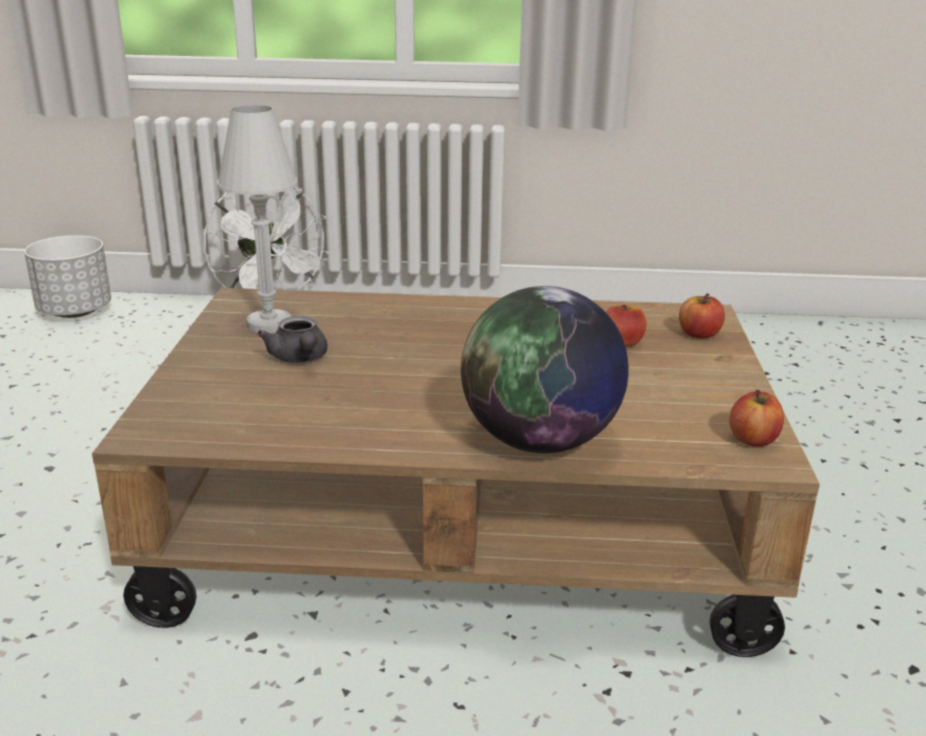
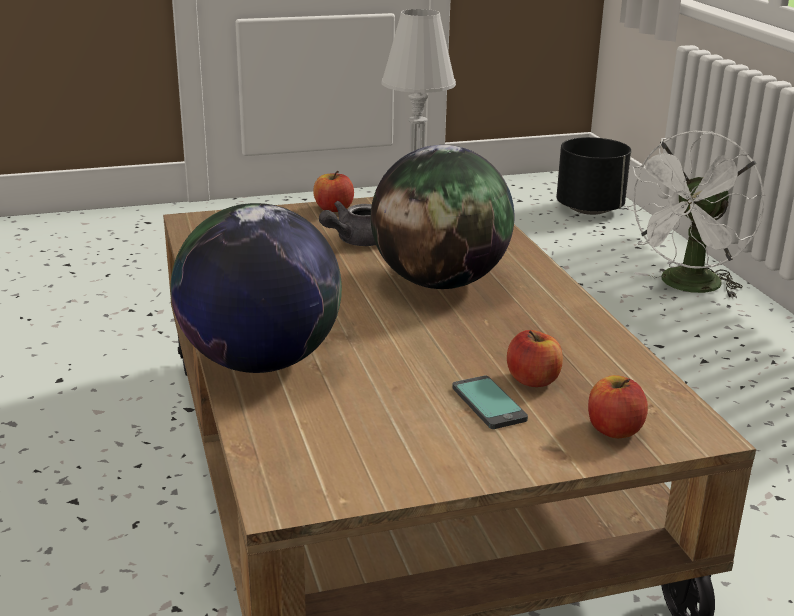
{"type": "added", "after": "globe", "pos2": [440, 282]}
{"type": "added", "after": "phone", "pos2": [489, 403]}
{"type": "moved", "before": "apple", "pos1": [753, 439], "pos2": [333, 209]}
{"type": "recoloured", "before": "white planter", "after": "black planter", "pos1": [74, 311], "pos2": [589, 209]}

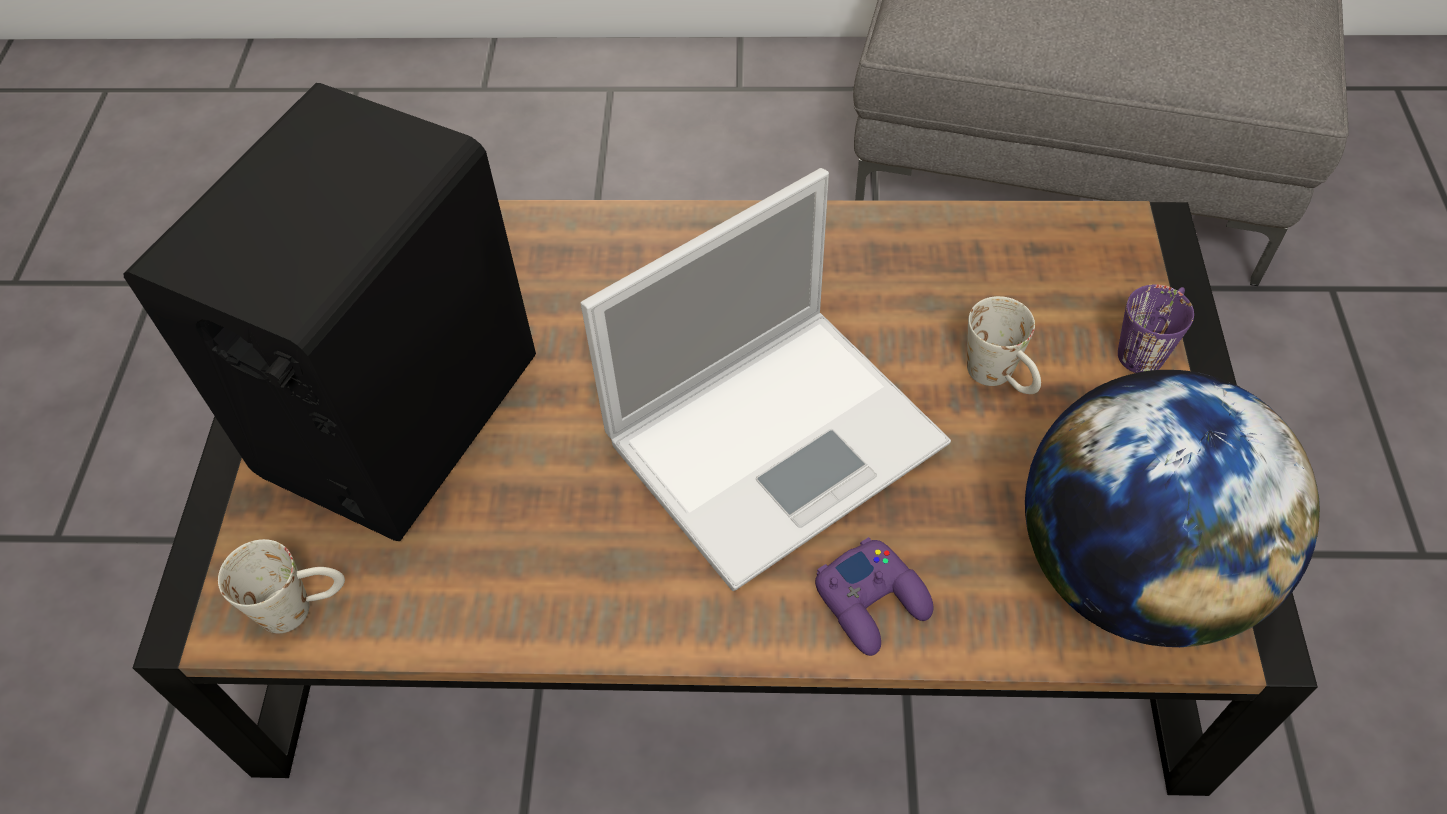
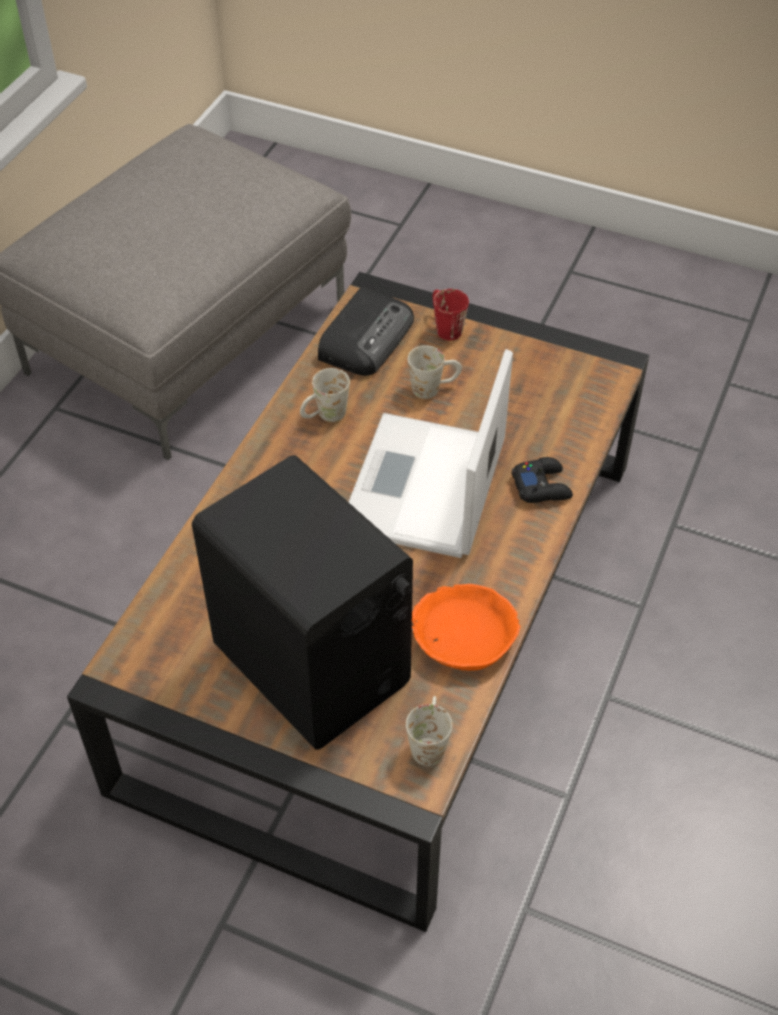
{"type": "removed", "before": "globe", "pos1": [1131, 570]}
{"type": "added", "after": "white mug", "pos2": [324, 416]}
{"type": "added", "after": "radio", "pos2": [366, 337]}
{"type": "added", "after": "orange bowl", "pos2": [463, 634]}
{"type": "recoloured", "before": "purple game controller", "after": "black game controller", "pos1": [873, 601], "pos2": [542, 486]}
{"type": "recoloured", "before": "purple mug", "after": "red mug", "pos1": [1147, 346], "pos2": [444, 326]}
{"type": "turned", "before": "laptop", "pos1": [780, 437], "pos2": [424, 489], "turn": -150}

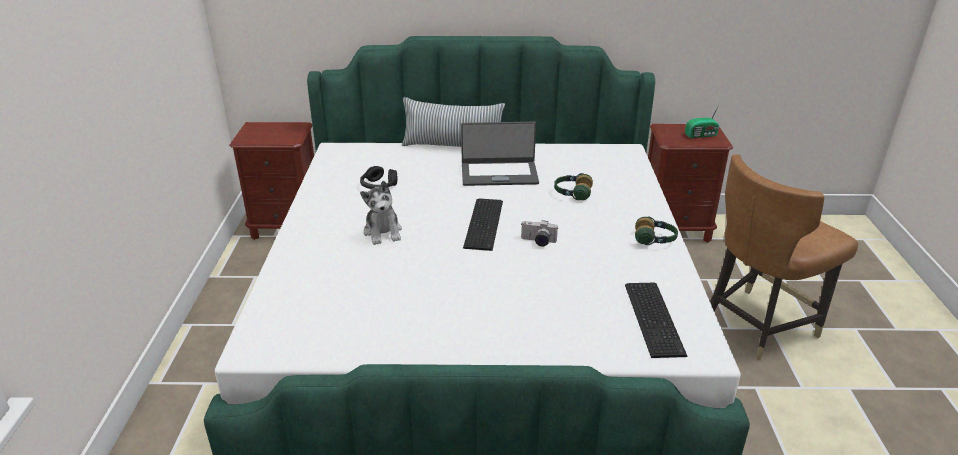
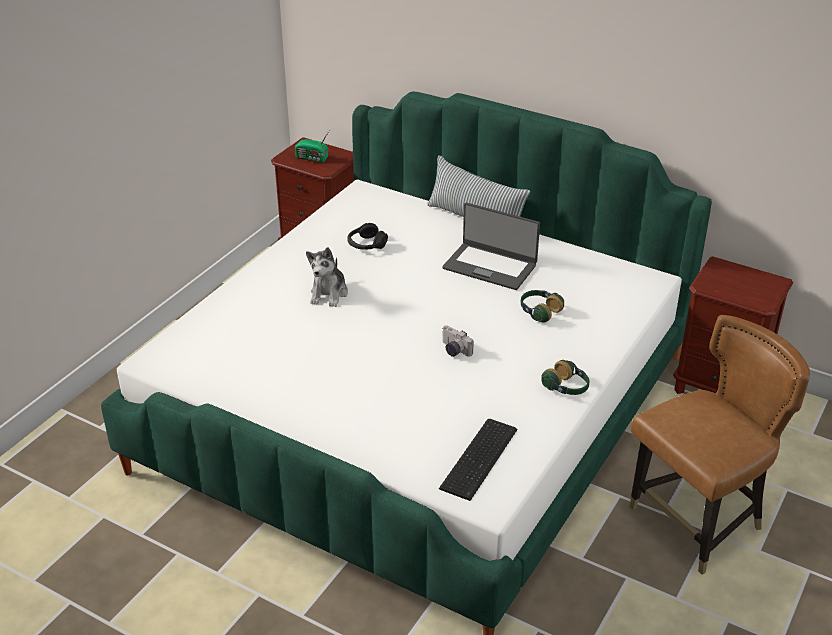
{"type": "removed", "before": "keyboard", "pos1": [485, 223]}
{"type": "moved", "before": "radio", "pos1": [702, 135], "pos2": [312, 158]}
{"type": "turned", "before": "brown chair", "pos1": [757, 325], "pos2": [697, 522], "turn": 150}

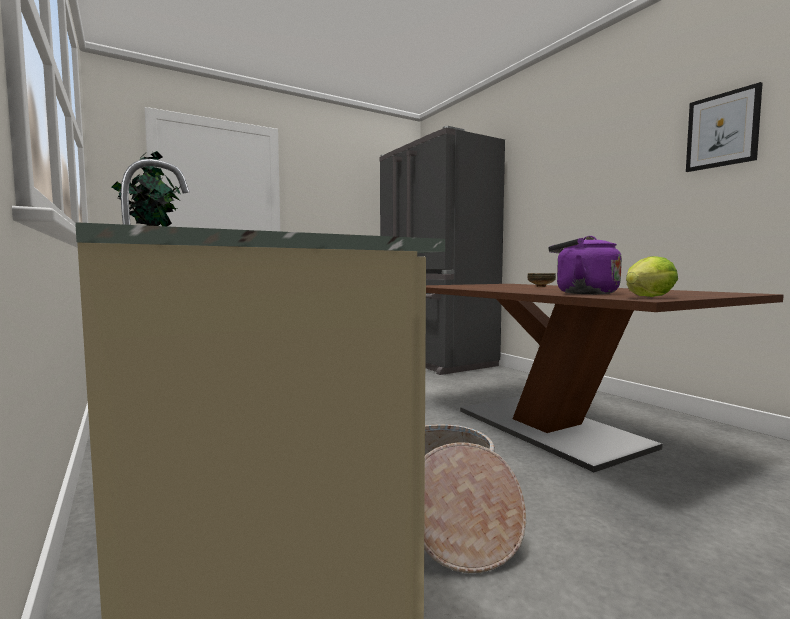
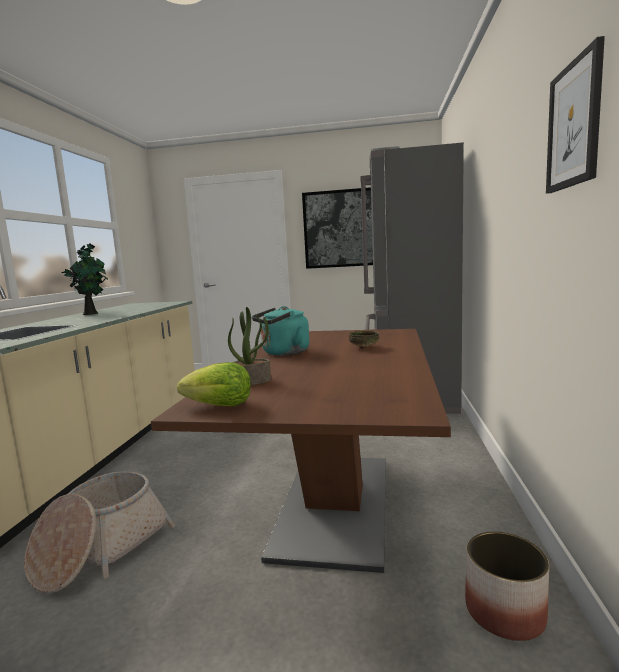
{"type": "added", "after": "turquoise kettle", "pos2": [283, 353]}
{"type": "added", "after": "picture", "pos2": [340, 229]}
{"type": "added", "after": "planter", "pos2": [503, 611]}
{"type": "replaced", "before": "purple kettle", "after": "potted plant", "pos1": [582, 293], "pos2": [251, 381]}

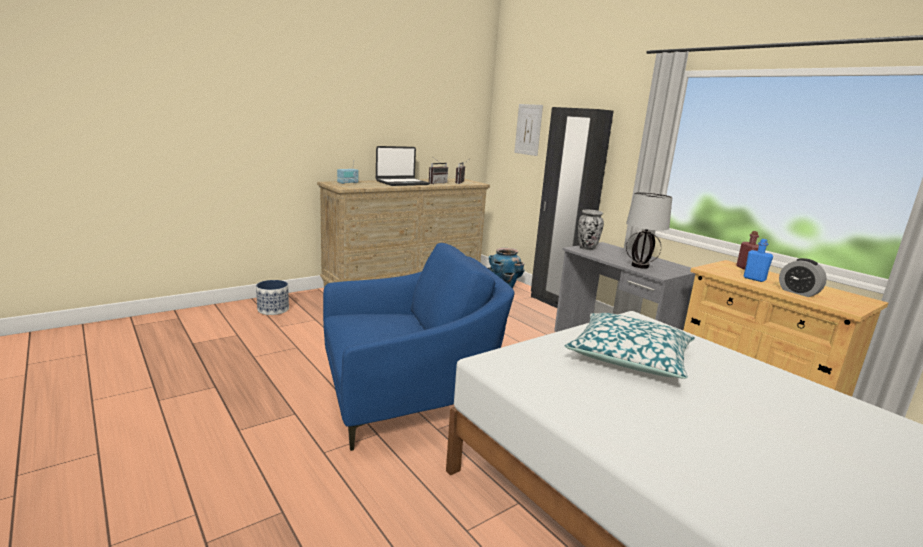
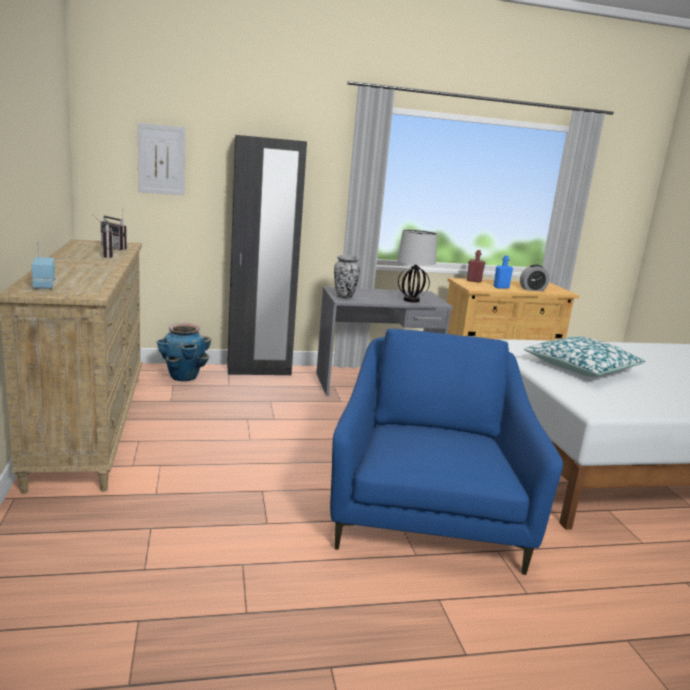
{"type": "removed", "before": "planter", "pos1": [273, 309]}
{"type": "removed", "before": "laptop", "pos1": [402, 183]}

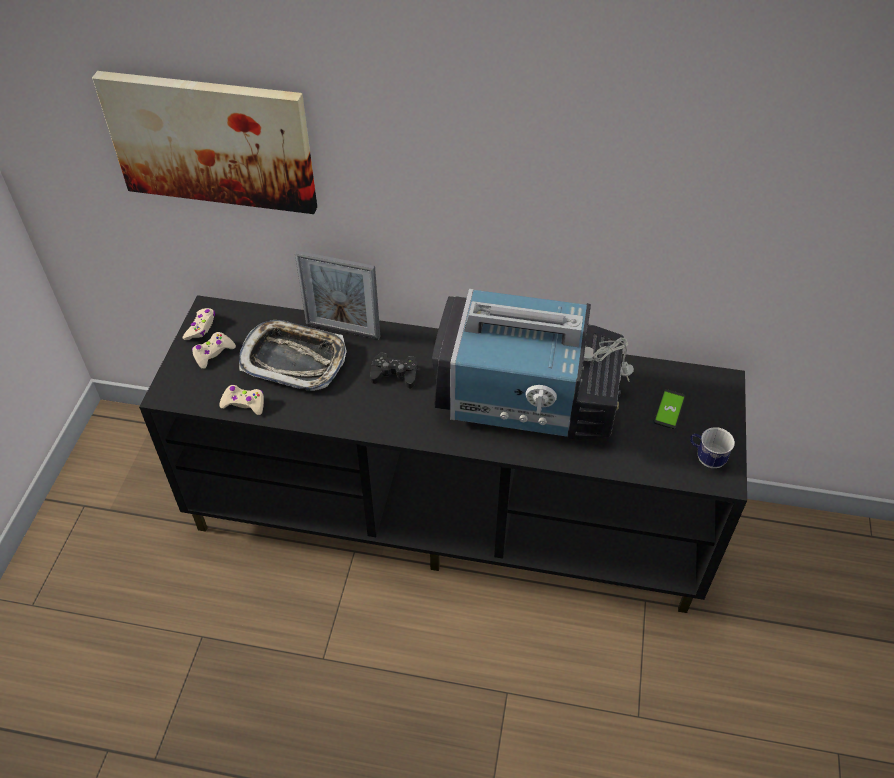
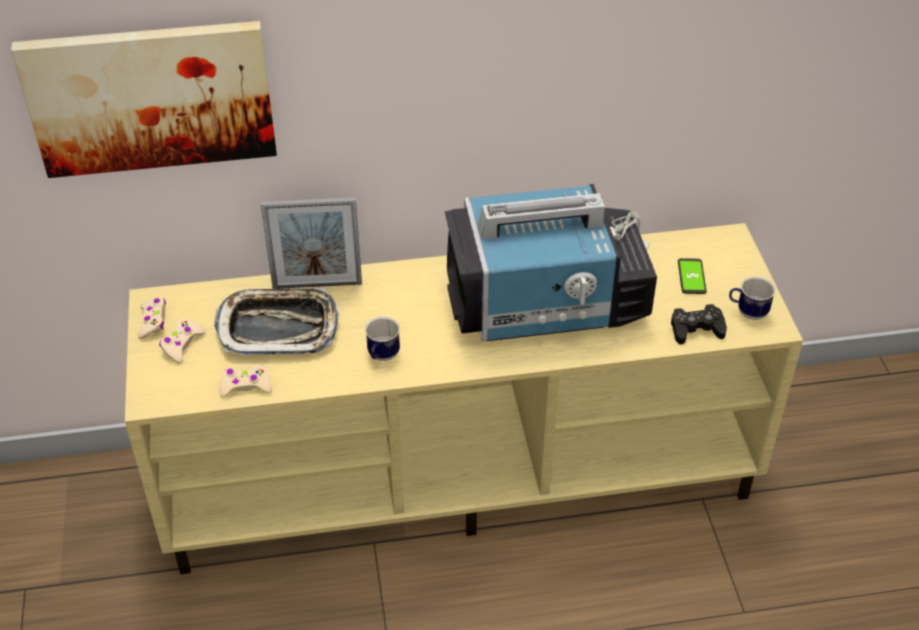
{"type": "added", "after": "mug", "pos2": [381, 357]}
{"type": "moved", "before": "black game controller", "pos1": [394, 374], "pos2": [696, 329]}
{"type": "recoloured", "before": "black tv stand", "after": "beige tv stand", "pos1": [448, 515], "pos2": [461, 475]}

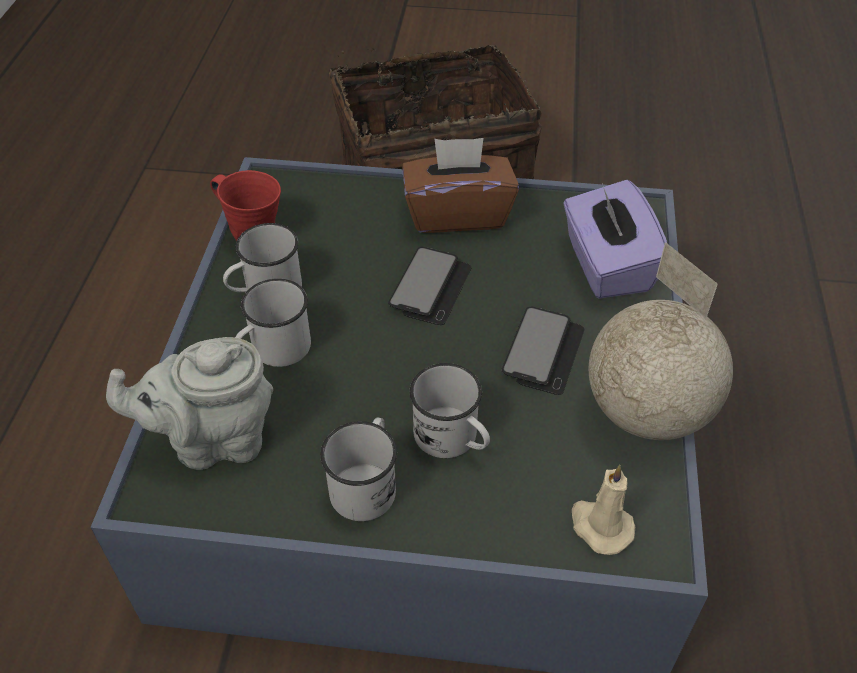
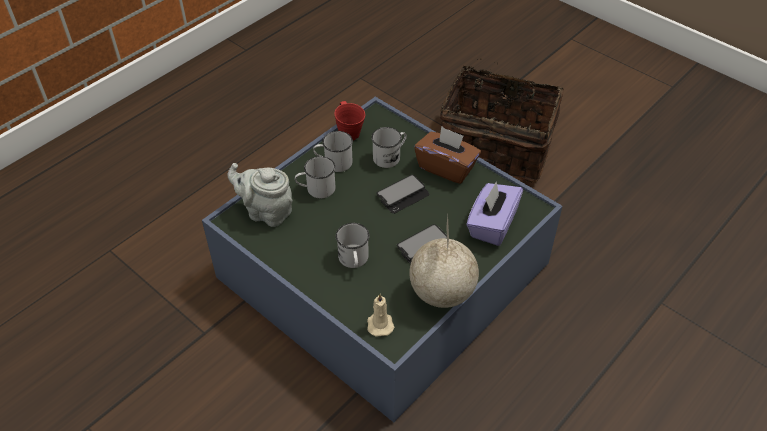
{"type": "moved", "before": "white mug", "pos1": [366, 483], "pos2": [390, 156]}

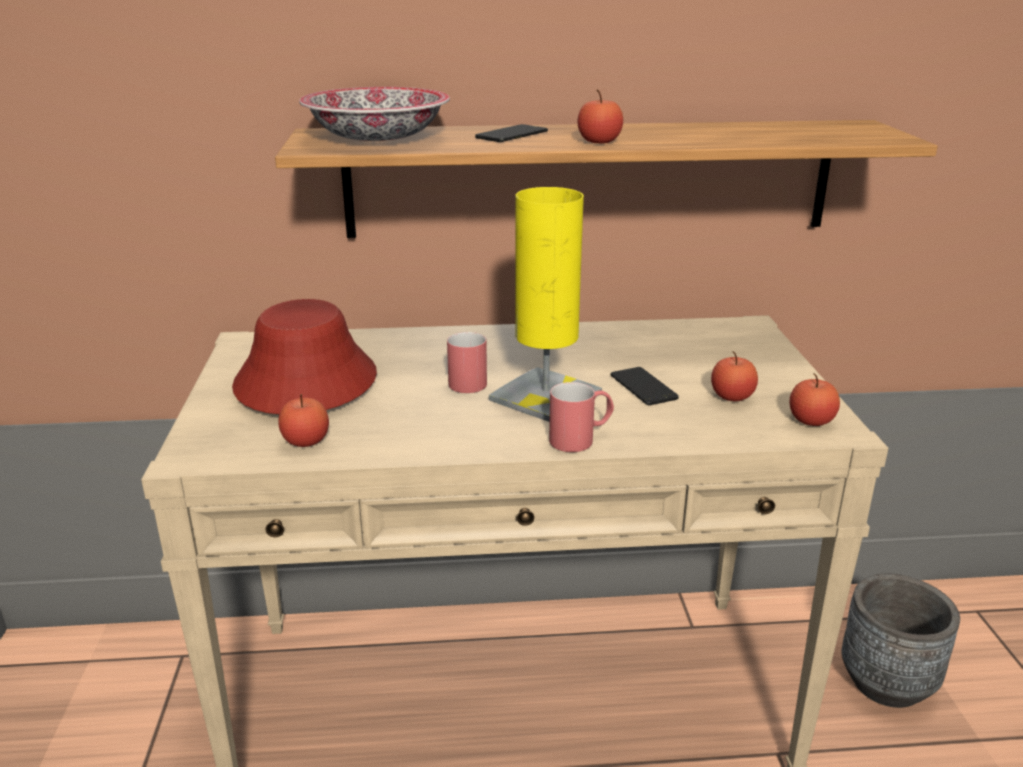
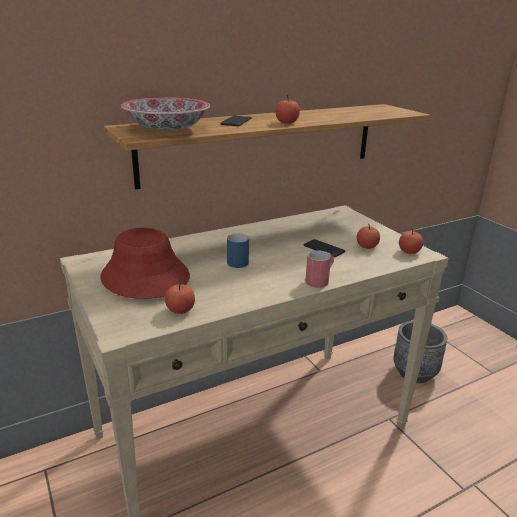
{"type": "removed", "before": "yellow table lamp", "pos1": [545, 396]}
{"type": "recoloured", "before": "red mug", "after": "blue mug", "pos1": [469, 380], "pos2": [236, 260]}

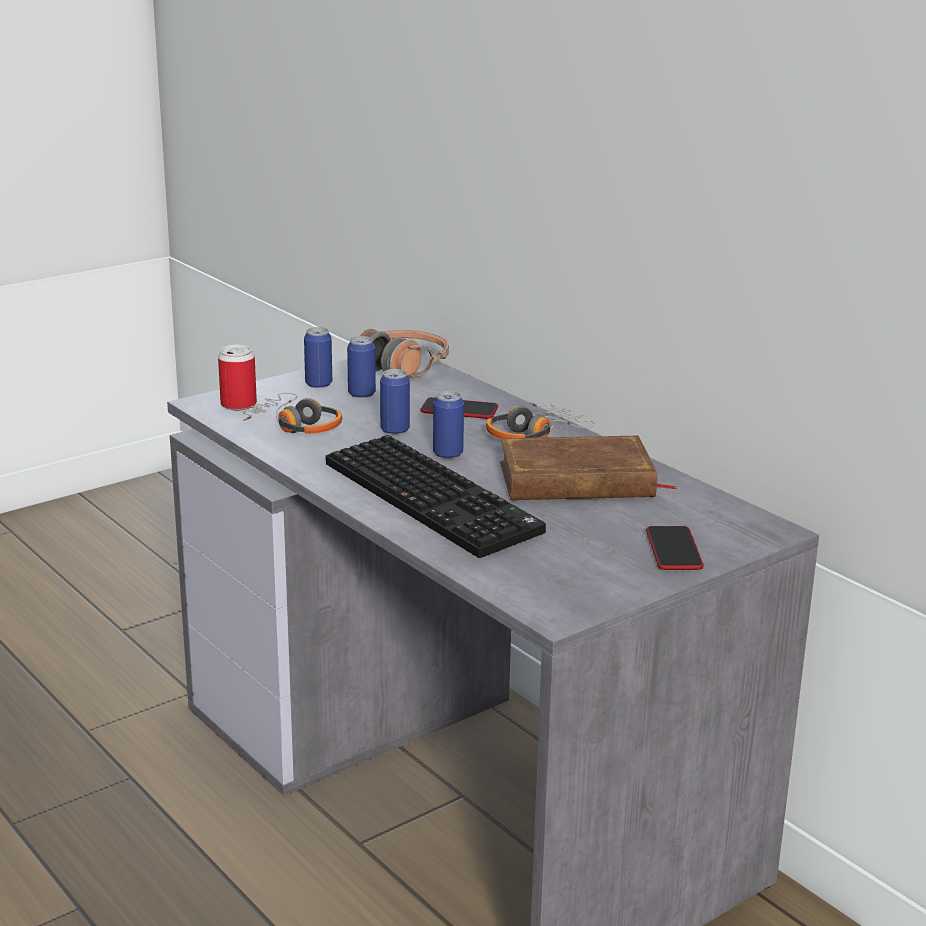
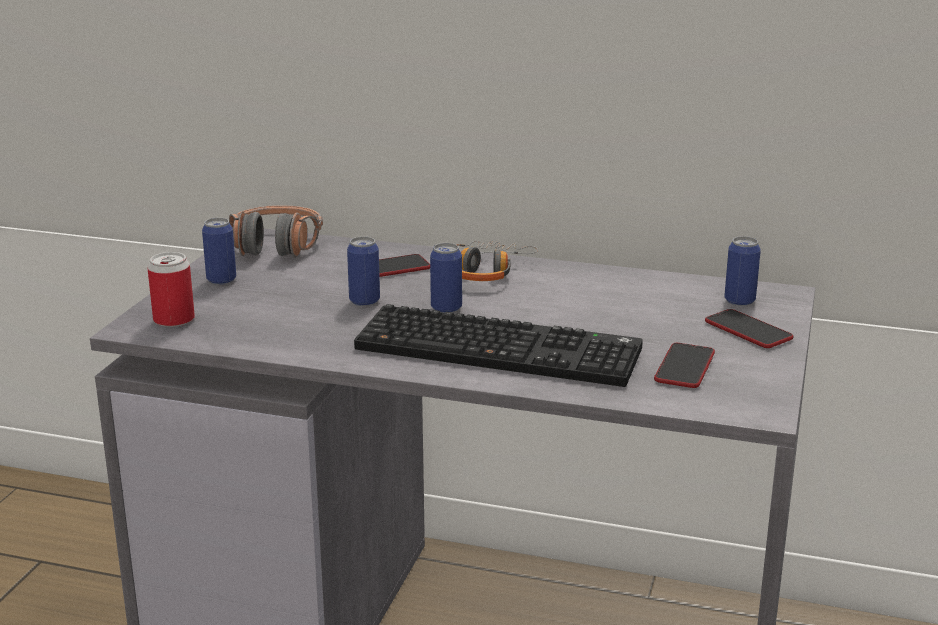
{"type": "removed", "before": "headphones", "pos1": [295, 426]}
{"type": "removed", "before": "brown book", "pos1": [577, 480]}
{"type": "added", "after": "phone", "pos2": [684, 367]}
{"type": "moved", "before": "can", "pos1": [361, 394], "pos2": [739, 301]}

